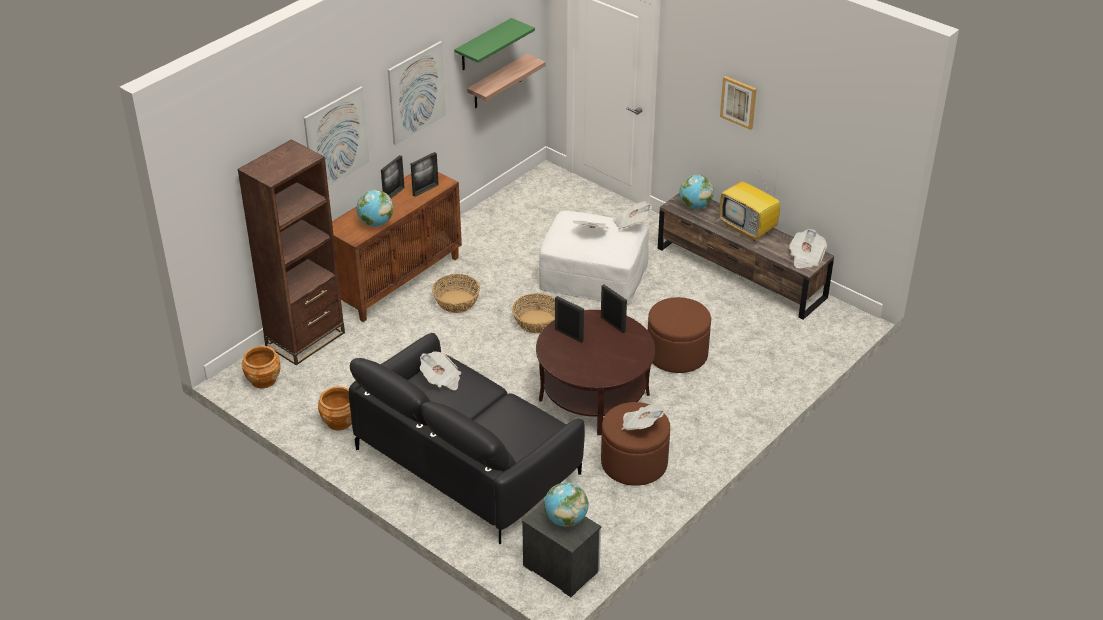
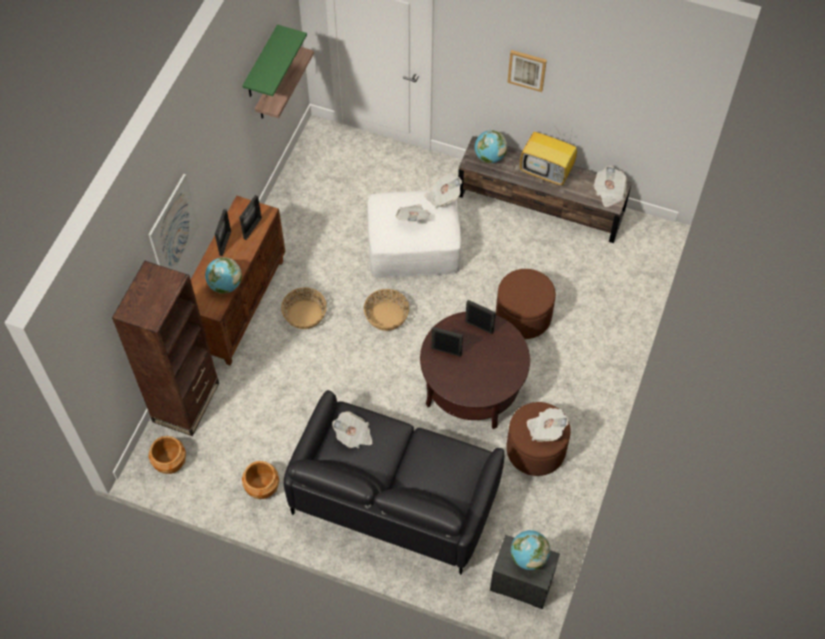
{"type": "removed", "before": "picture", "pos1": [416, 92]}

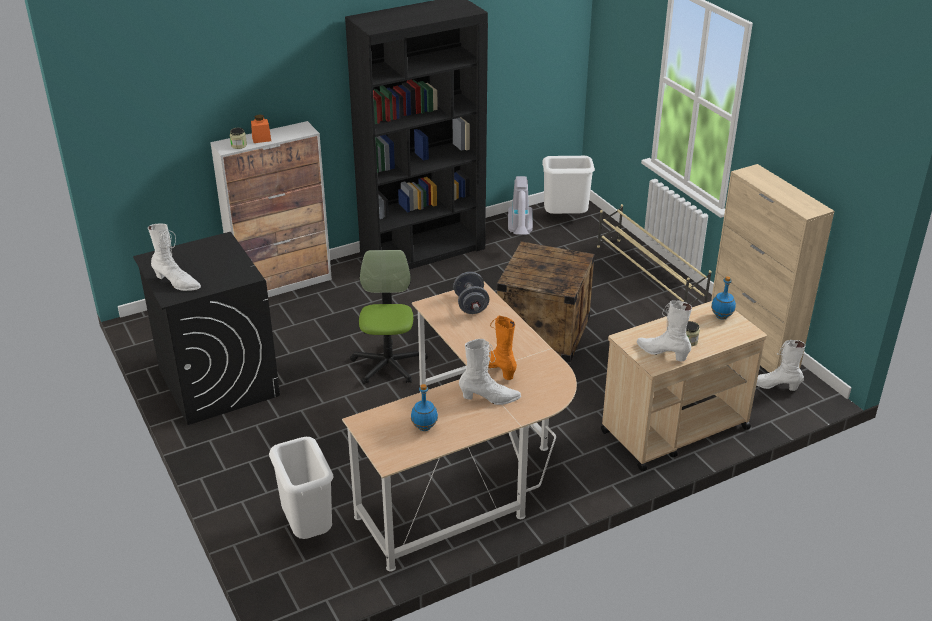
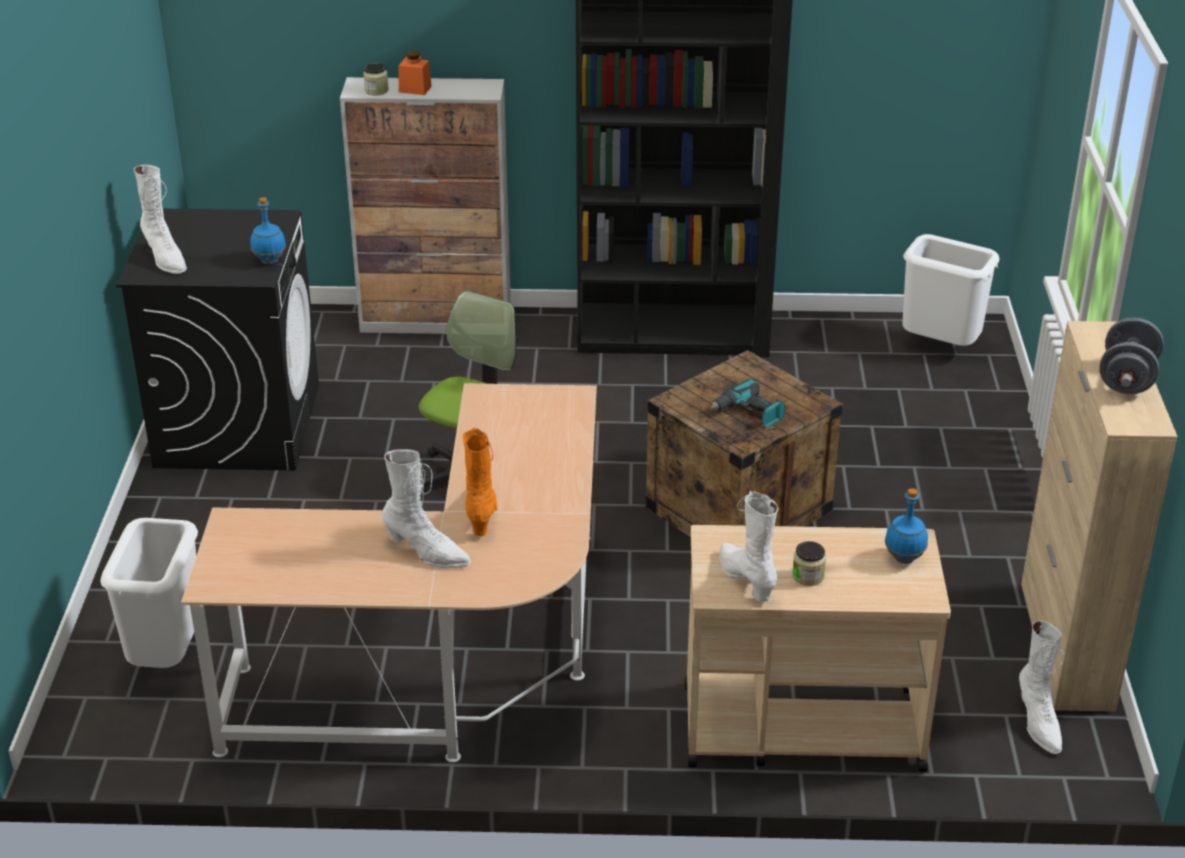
{"type": "removed", "before": "vacuum cleaner", "pos1": [520, 233]}
{"type": "removed", "before": "beige shoe rack", "pos1": [649, 277]}
{"type": "added", "after": "power drill", "pos2": [748, 413]}
{"type": "moved", "before": "blue bottle", "pos1": [425, 427], "pos2": [270, 261]}
{"type": "moved", "before": "grey dumbbell", "pos1": [471, 305], "pos2": [1126, 379]}
{"type": "turned", "before": "white boot", "pos1": [774, 386], "pos2": [1038, 723], "turn": -150}

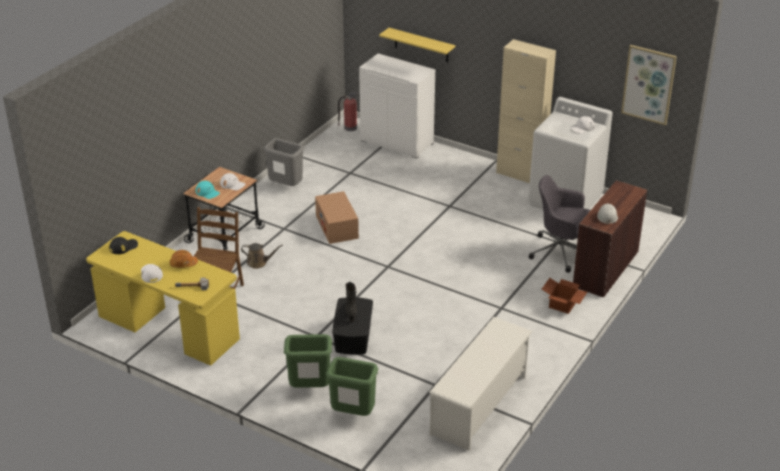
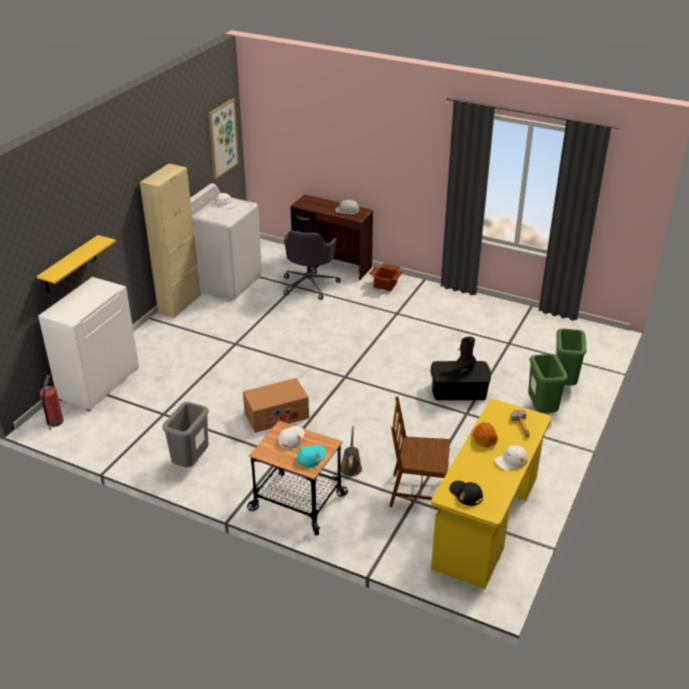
{"type": "removed", "before": "white shoe rack", "pos1": [479, 405]}

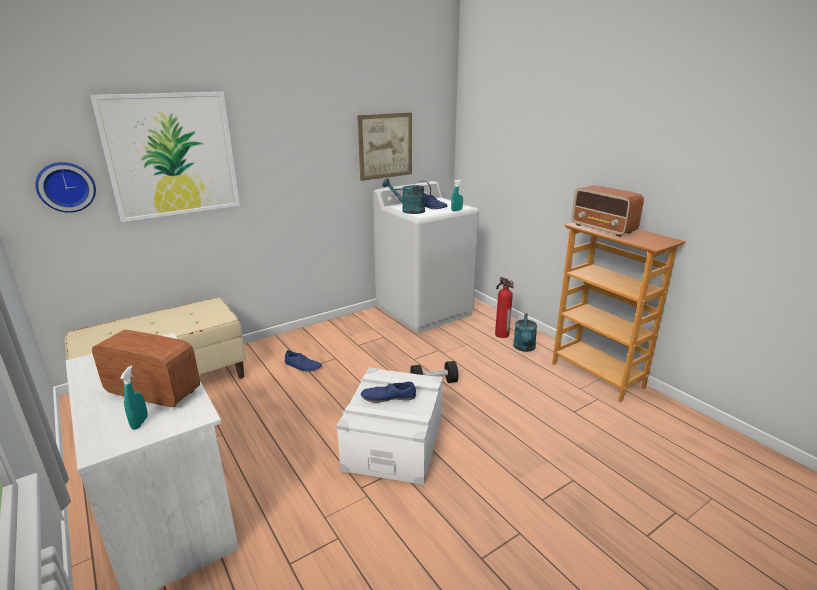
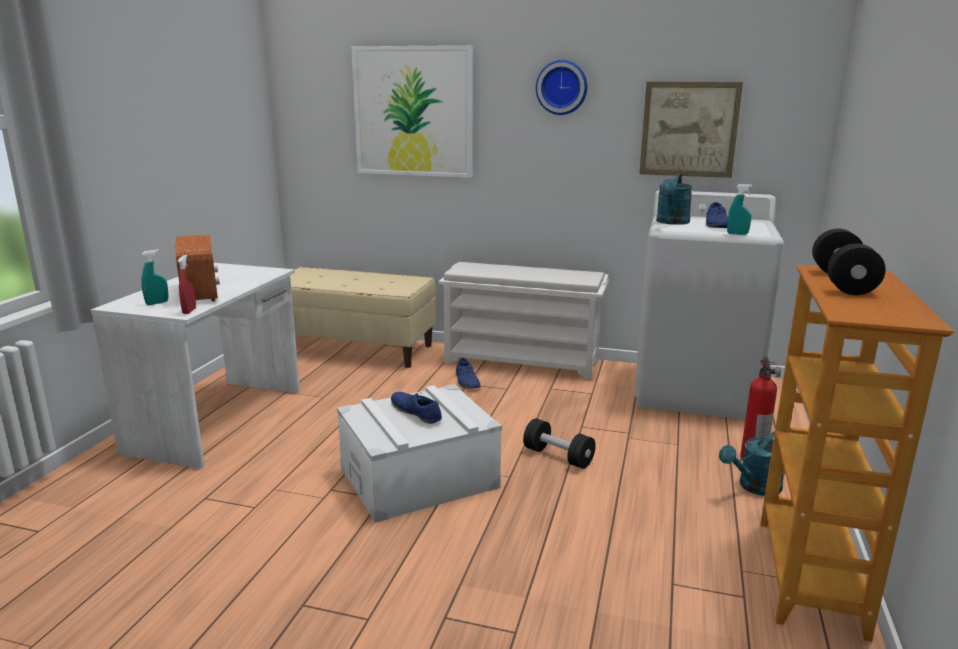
{"type": "added", "after": "red spray bottle", "pos2": [189, 311]}
{"type": "added", "after": "white shoe rack", "pos2": [523, 361]}
{"type": "moved", "before": "wall clock", "pos1": [66, 186], "pos2": [562, 87]}
{"type": "replaced", "before": "radio", "after": "black dumbbell", "pos1": [603, 229], "pos2": [842, 282]}
{"type": "turned", "before": "turquoise watering can", "pos1": [408, 210], "pos2": [671, 222], "turn": -135}

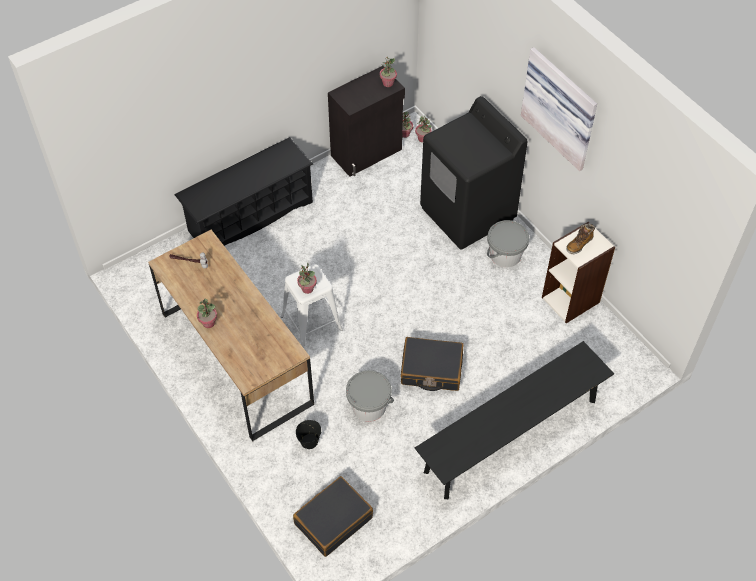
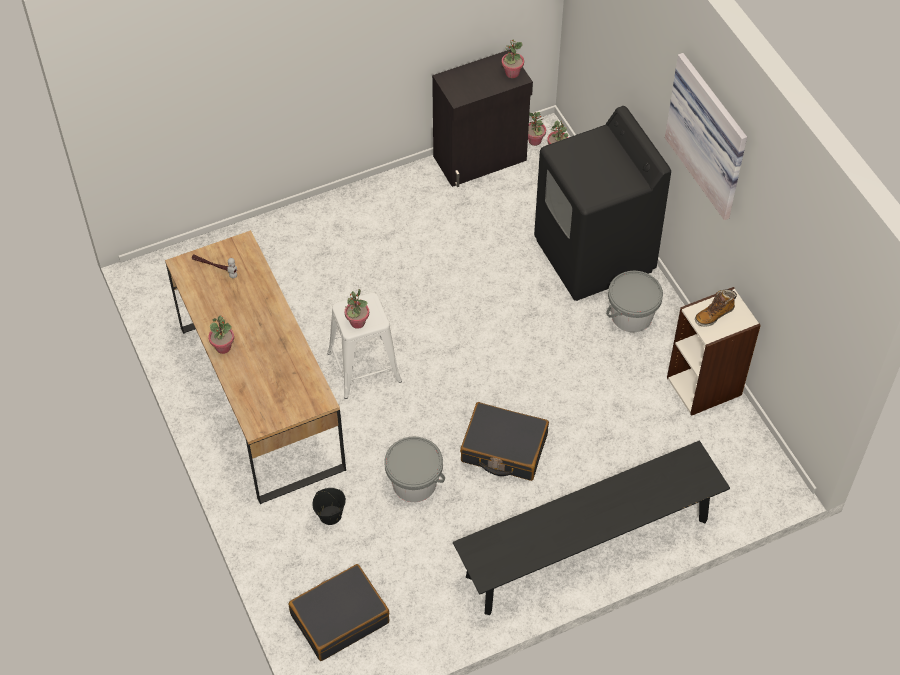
{"type": "removed", "before": "black shoe rack", "pos1": [250, 216]}

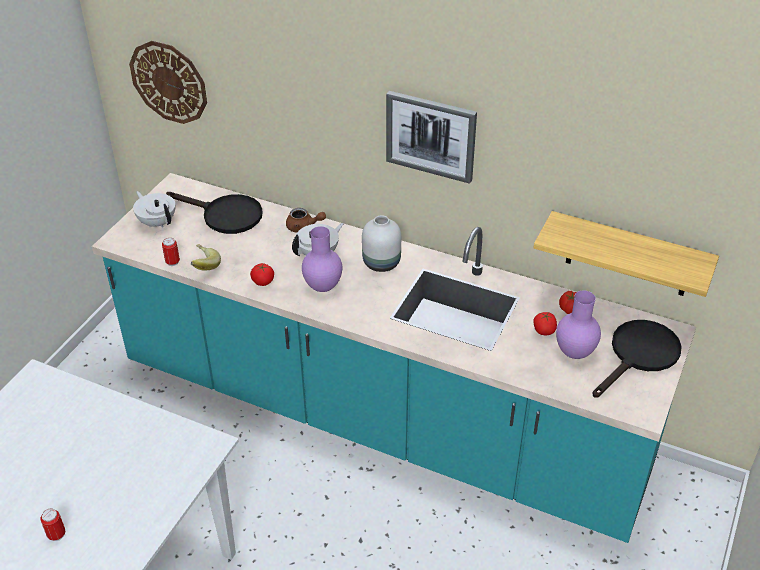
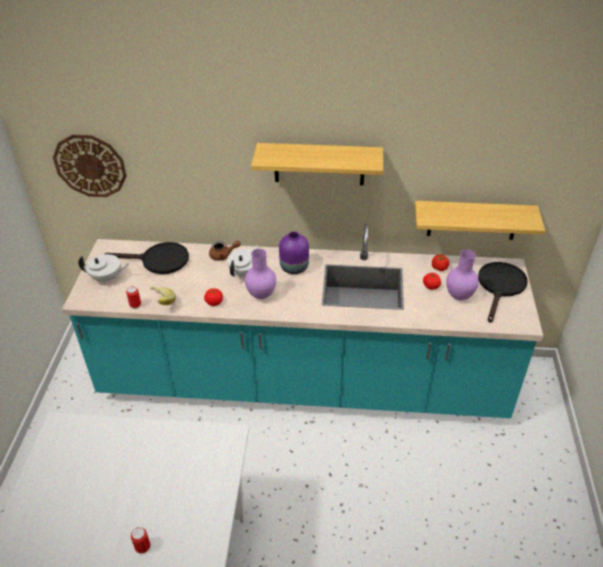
{"type": "replaced", "before": "picture", "after": "shelf", "pos1": [431, 136], "pos2": [319, 164]}
{"type": "recoloured", "before": "white vase", "after": "purple vase", "pos1": [382, 262], "pos2": [295, 267]}
{"type": "turned", "before": "white teapot", "pos1": [157, 222], "pos2": [107, 278], "turn": 150}

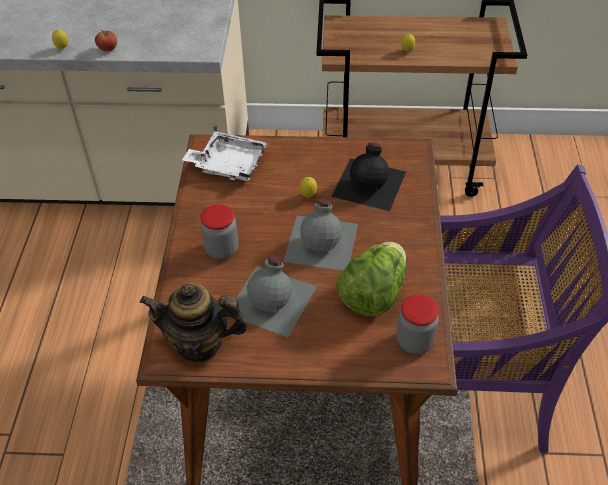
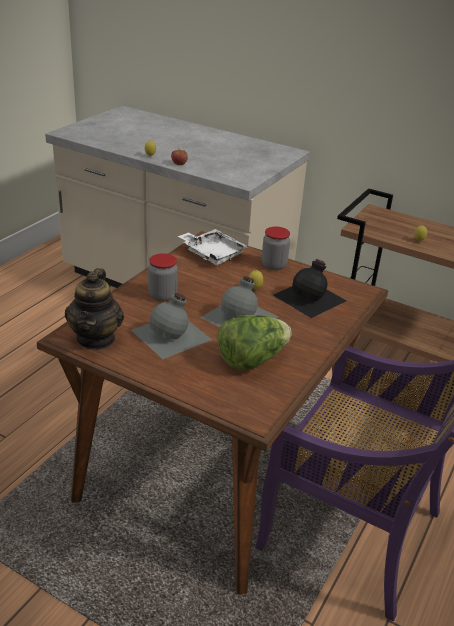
{"type": "moved", "before": "jar", "pos1": [414, 341], "pos2": [274, 265]}
{"type": "turned", "before": "teapot", "pos1": [199, 344], "pos2": [96, 338], "turn": -120}

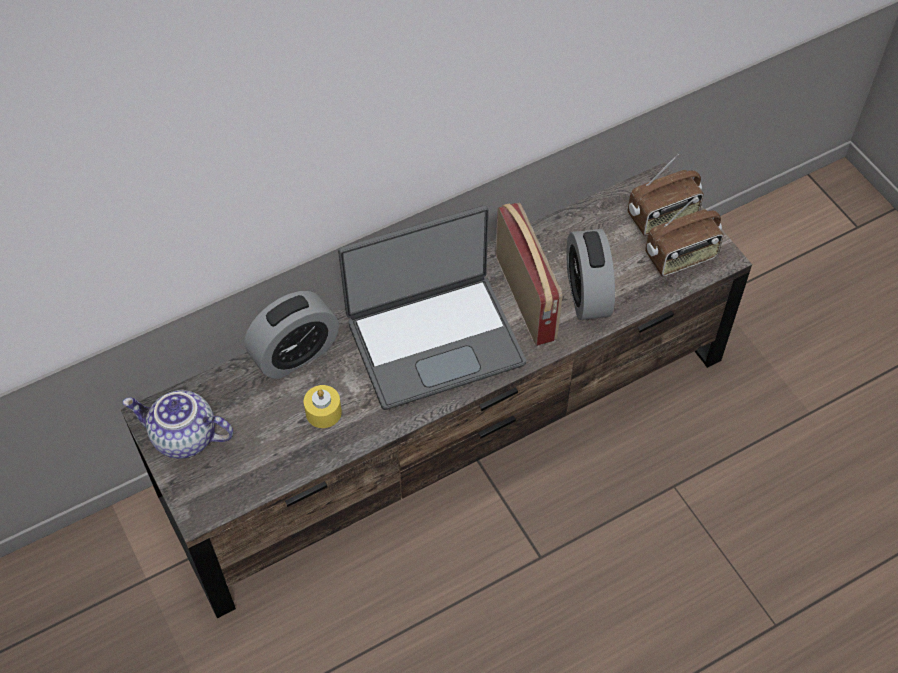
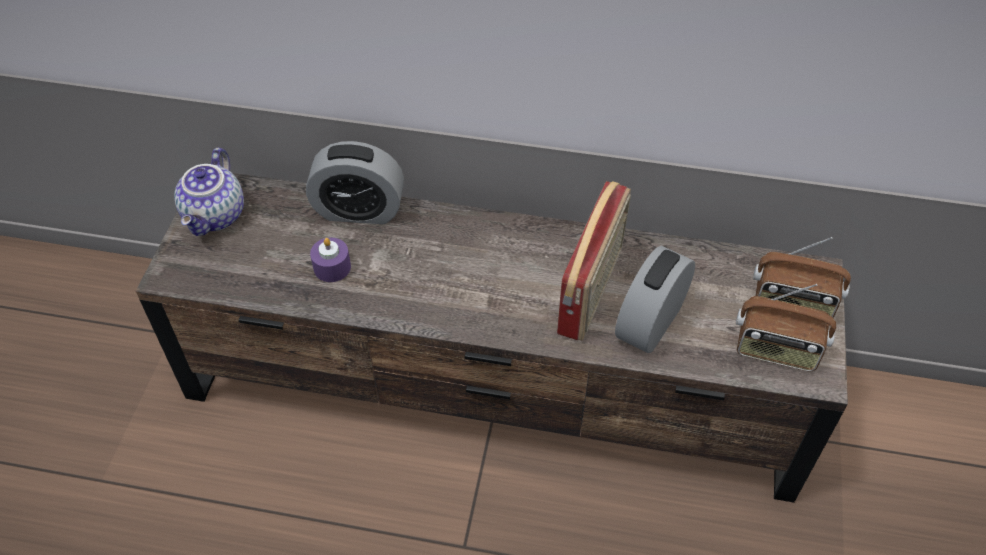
{"type": "removed", "before": "laptop", "pos1": [434, 340]}
{"type": "recoloured", "before": "yellow candle", "after": "purple candle", "pos1": [323, 412], "pos2": [332, 267]}
{"type": "turned", "before": "teapot", "pos1": [183, 438], "pos2": [216, 216], "turn": -135}

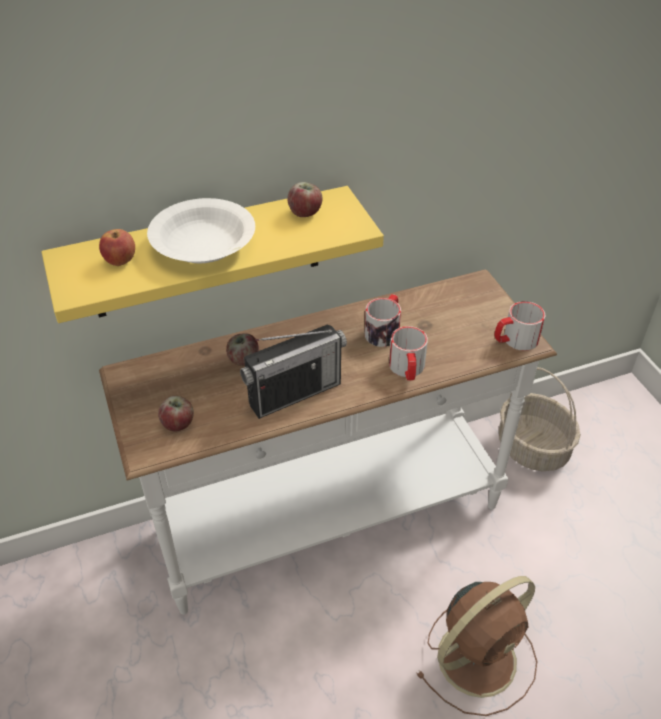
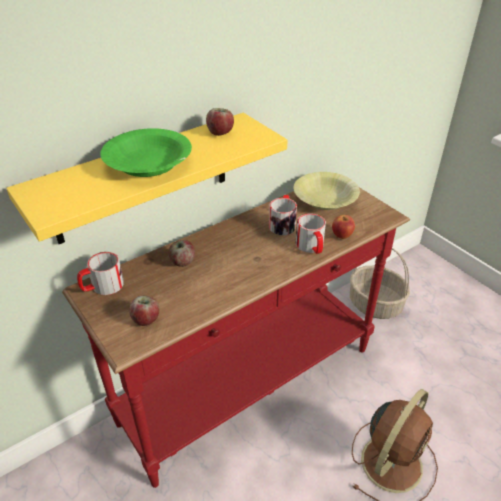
{"type": "removed", "before": "radio", "pos1": [294, 393]}
{"type": "added", "after": "yellow bowl", "pos2": [325, 199]}
{"type": "moved", "before": "apple", "pos1": [120, 261], "pos2": [342, 235]}
{"type": "moved", "before": "mug", "pos1": [515, 340], "pos2": [102, 286]}
{"type": "recoloured", "before": "white console table", "after": "red console table", "pos1": [330, 521], "pos2": [250, 387]}
{"type": "recoloured", "before": "white bowl", "after": "green bowl", "pos1": [203, 245], "pos2": [148, 164]}

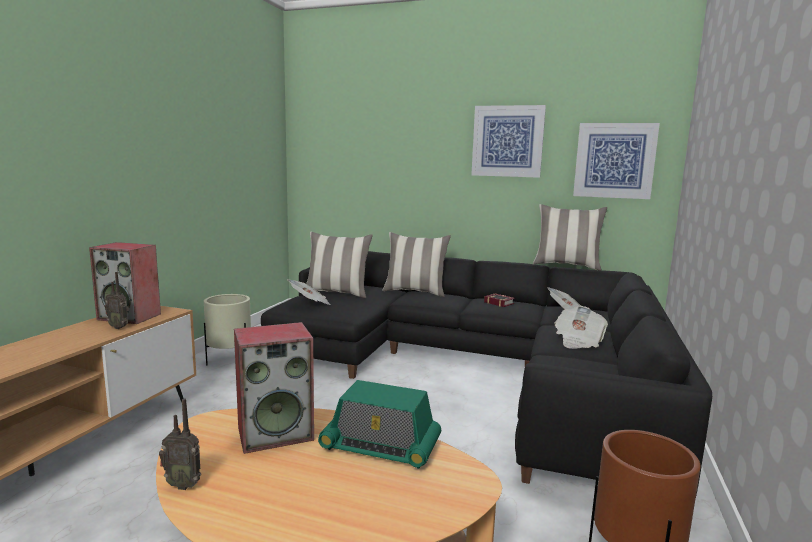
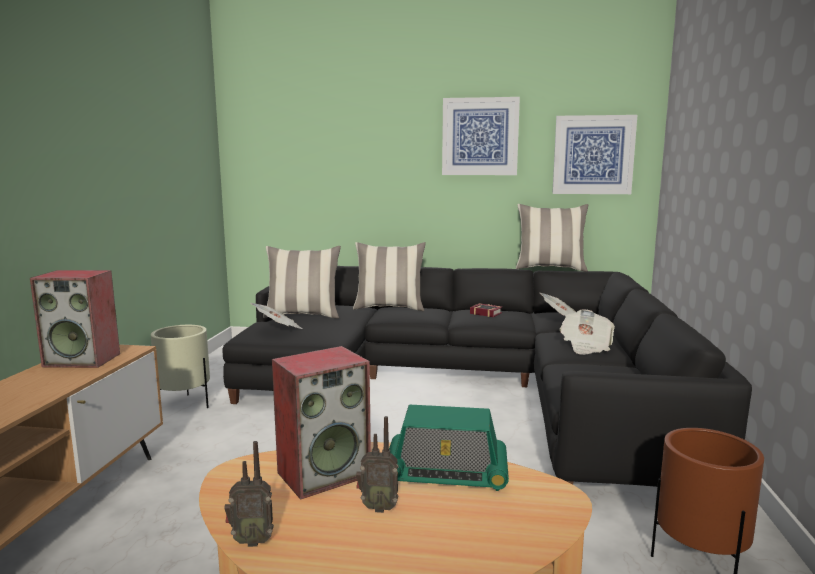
{"type": "moved", "before": "radio", "pos1": [119, 327], "pos2": [378, 507]}

